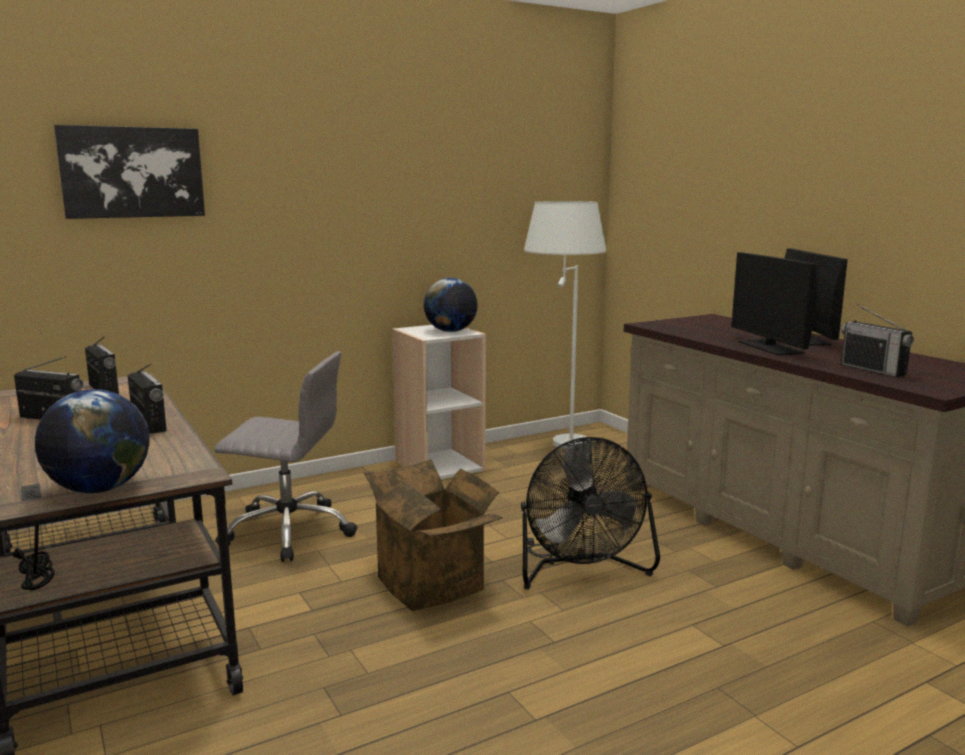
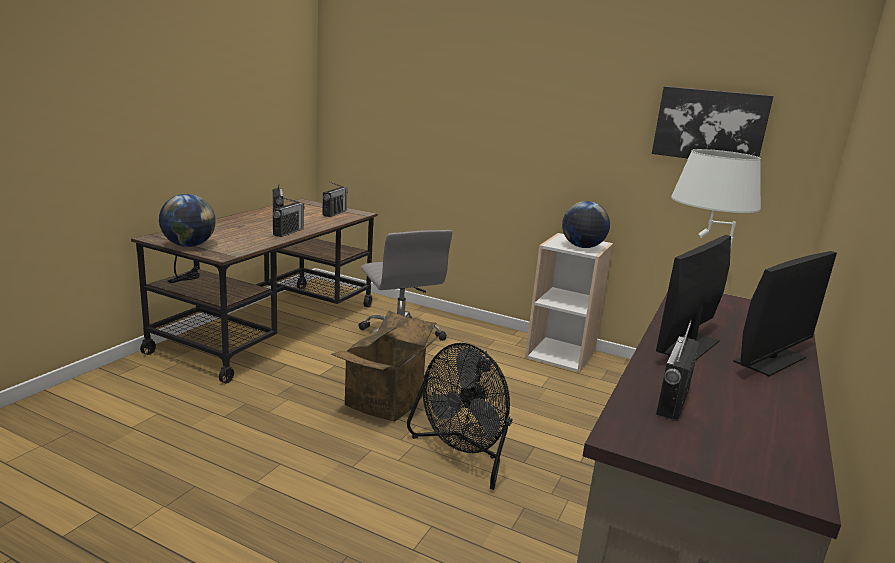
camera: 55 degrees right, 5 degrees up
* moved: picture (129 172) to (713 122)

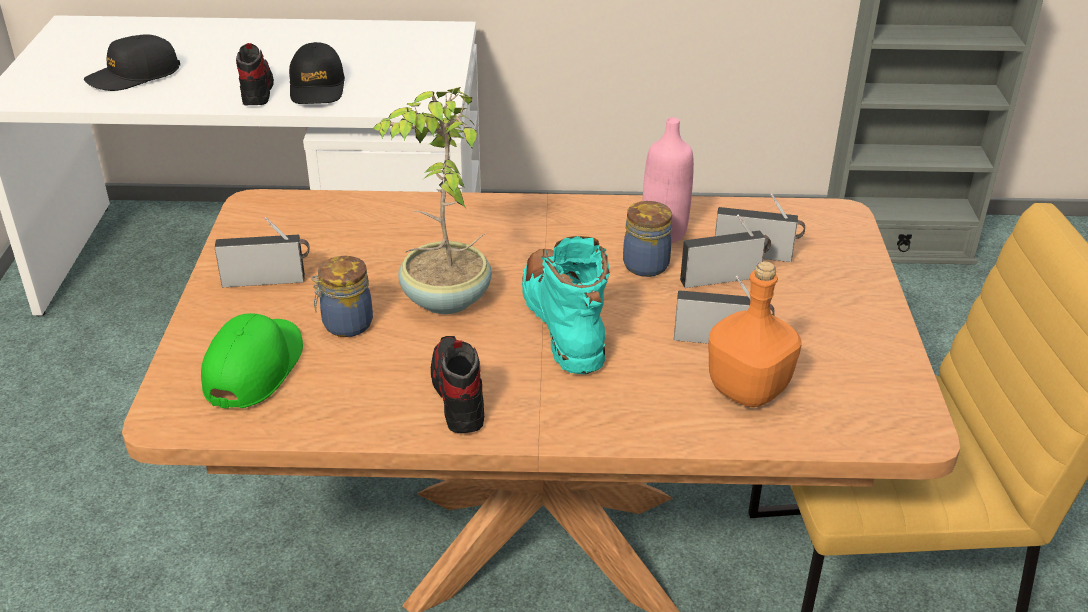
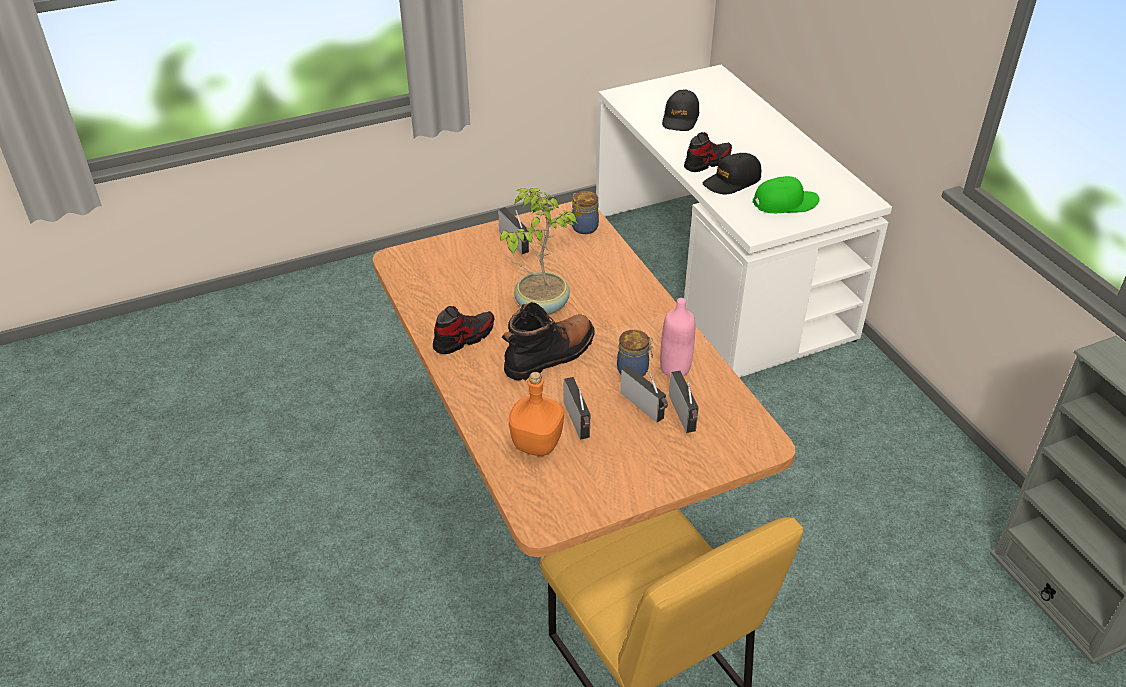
camera: 65 degrees right, 5 degrees up
* turned: black-coloured peaked cap (132 62) = (680 110) 105 degrees counterclockwise
* recoloured: blue-green tall boot (566 305) to black-coloured tall boot (548 341)
* moved: jar (342 296) to (585 212)
* moved: greenish peaked cap (252 361) to (786 194)

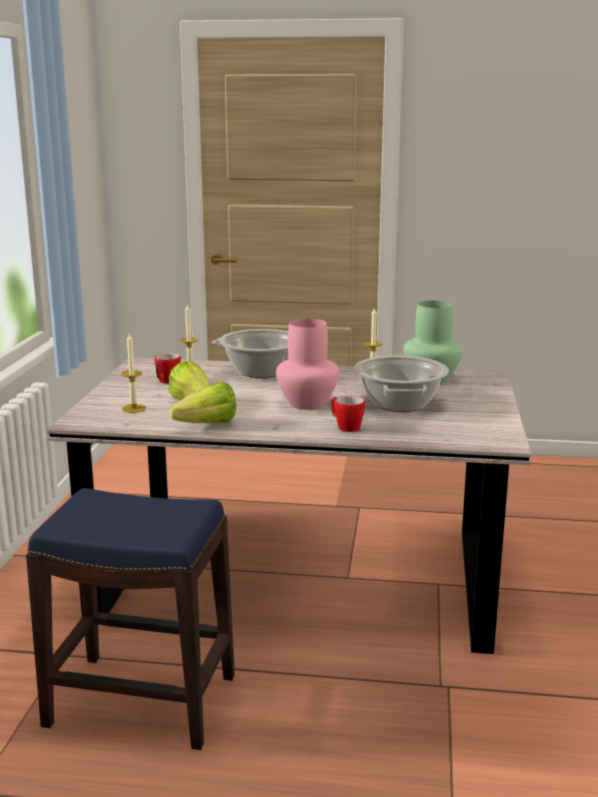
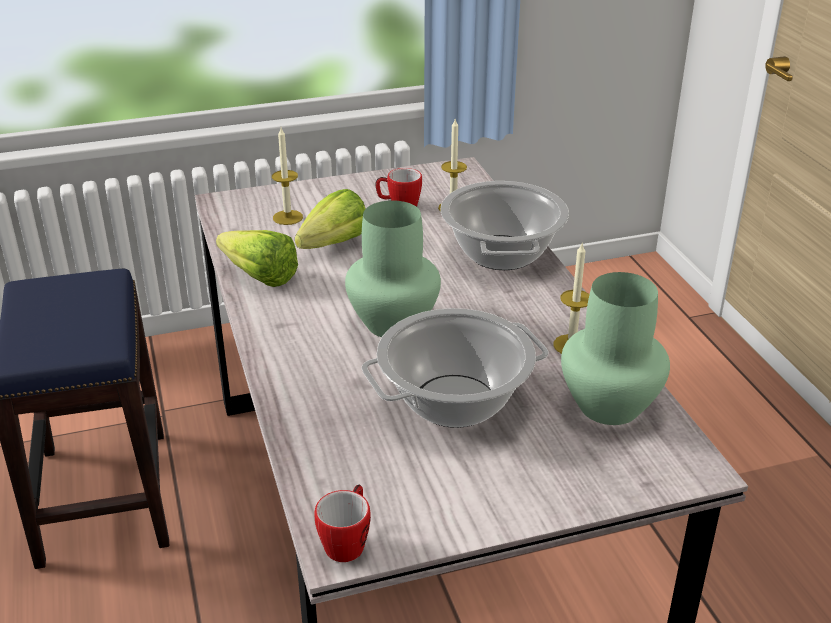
camera: 65 degrees right, 15 degrees up
* recoloured: pinkish vase (307 364) to greenish vase (393 268)
* moved: mug (348 414) to (342 523)

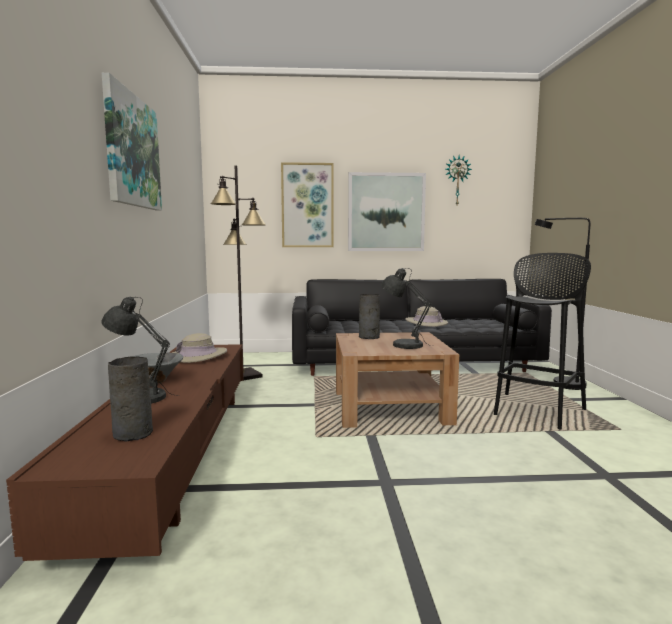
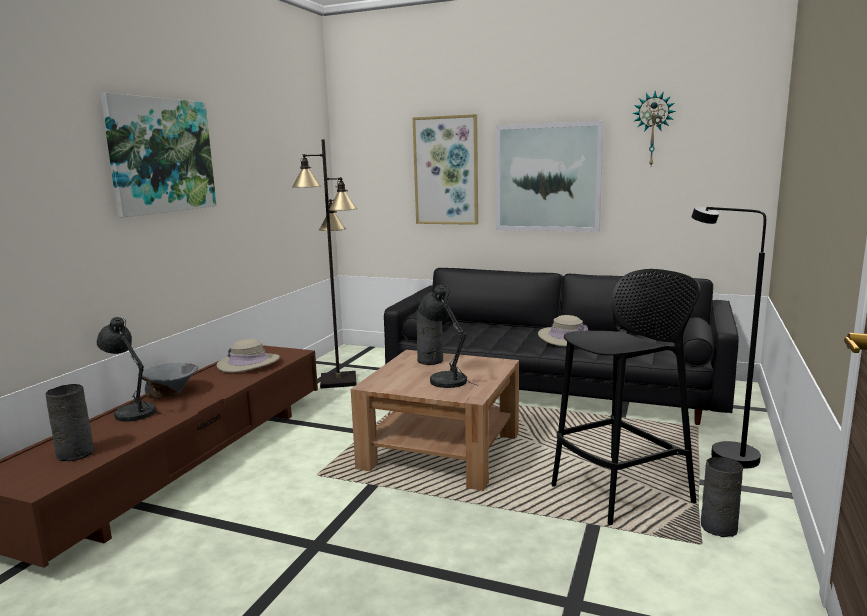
camera: 25 degrees right, 5 degrees up
* added: gray vase (722 497)

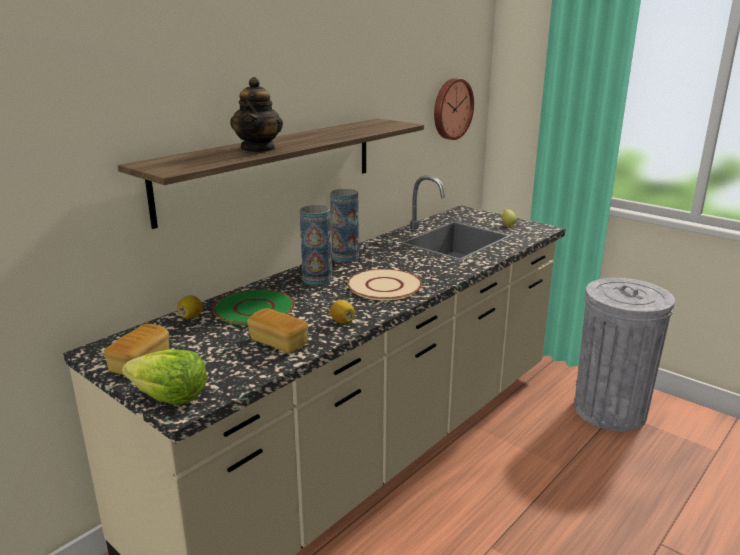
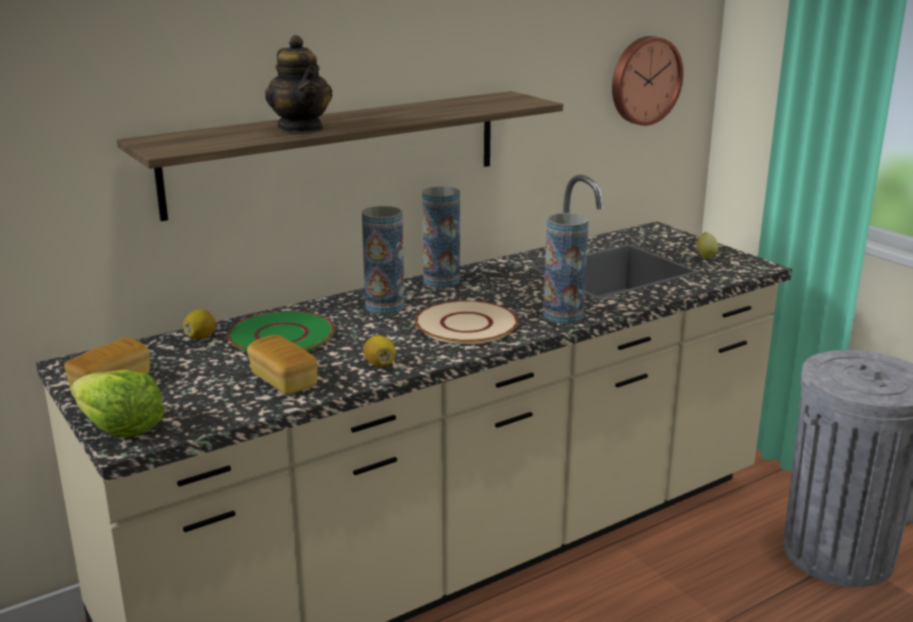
camera: 15 degrees right, 0 degrees up
* turned: teapot (256 114) = (298 83) 45 degrees counterclockwise
* added: vase (565 268)

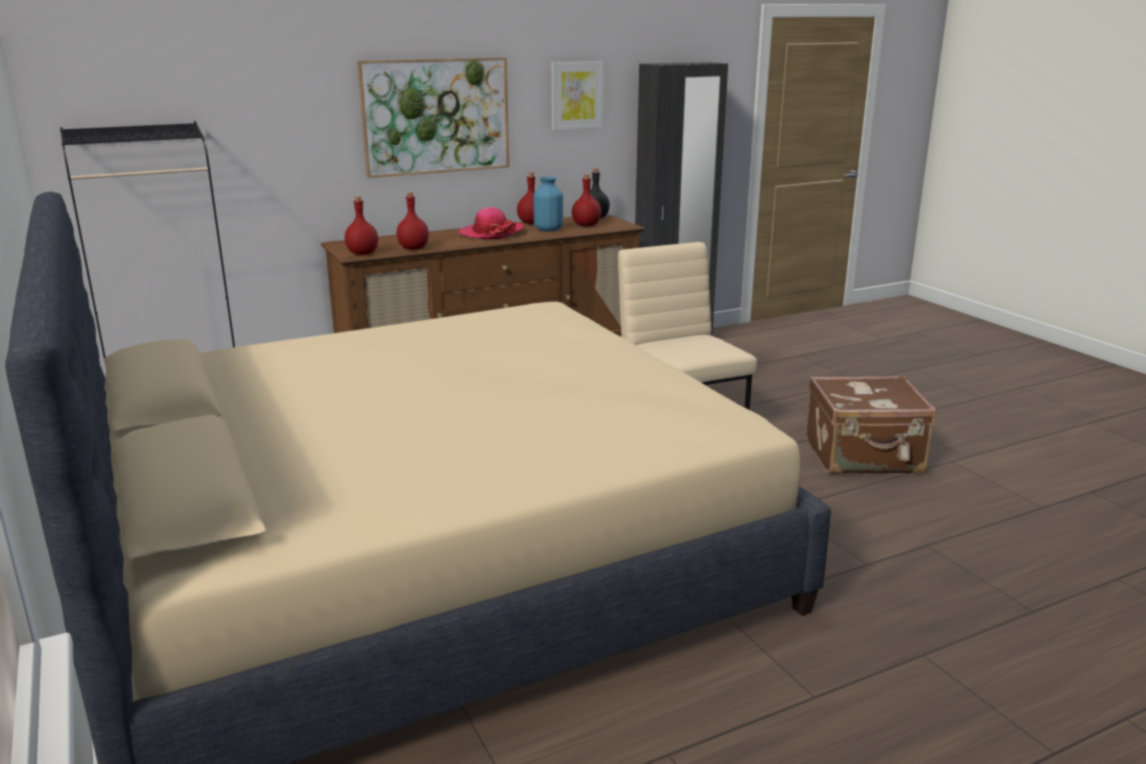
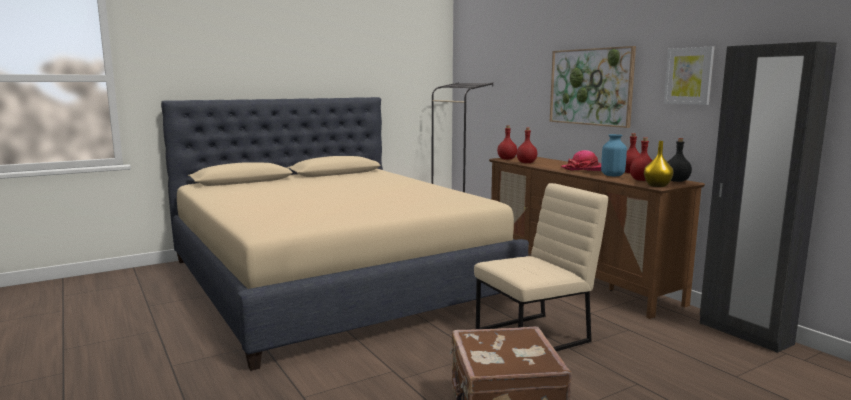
camera: 85 degrees right, 10 degrees down
* added: yellow vase (659 164)

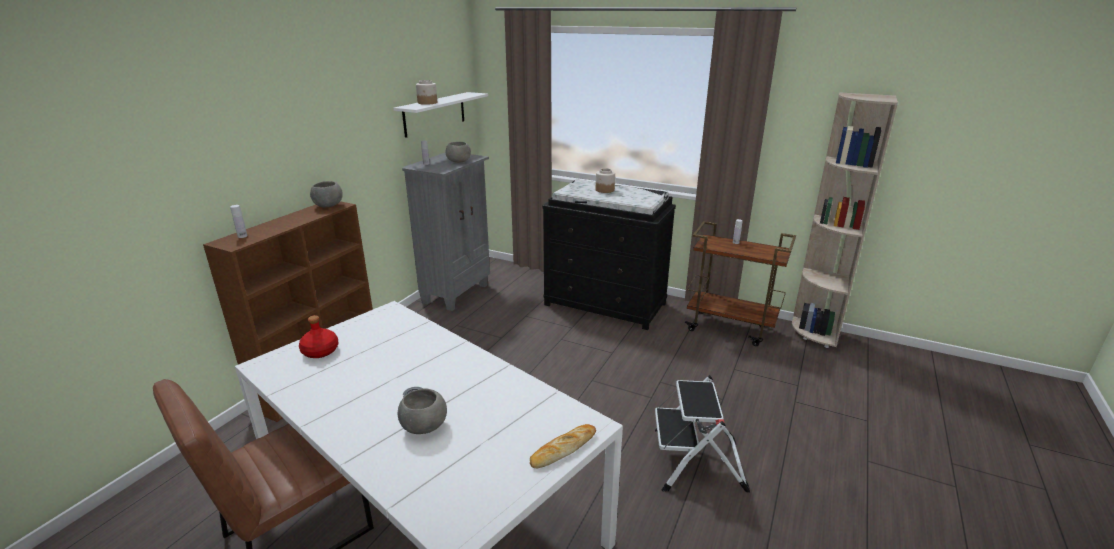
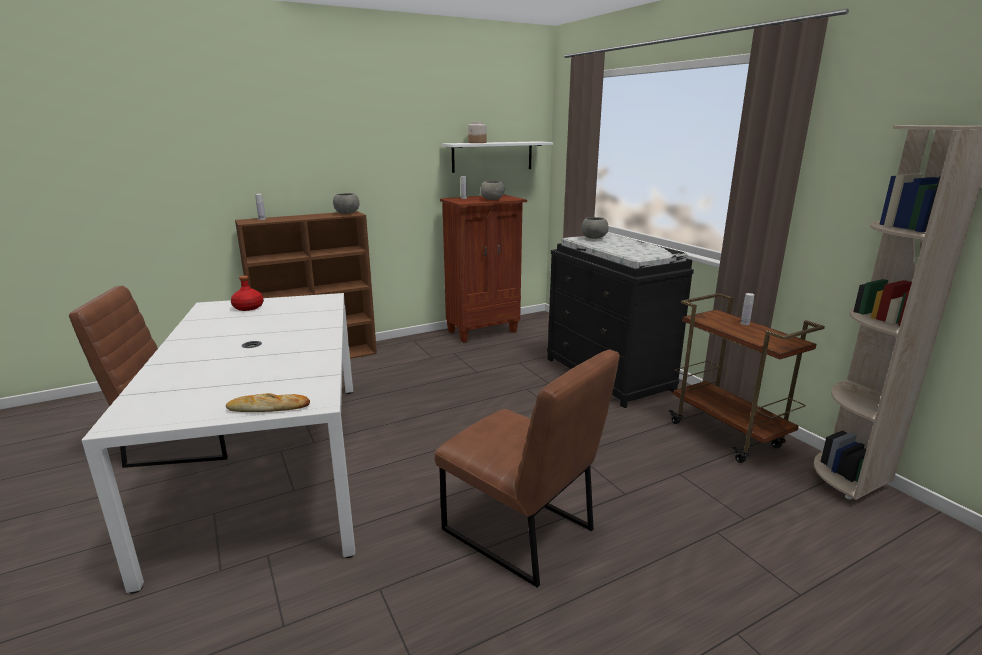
camera: 35 degrees right, 5 degrees down
* recoloured: gray storage cabinet (446 231) to brown storage cabinet (483 269)
* removed: jar (605 180)
* replaced: step stool (702 434) to brown chair (526 469)
* moved: gray serving bowl (422 411) to (595 228)

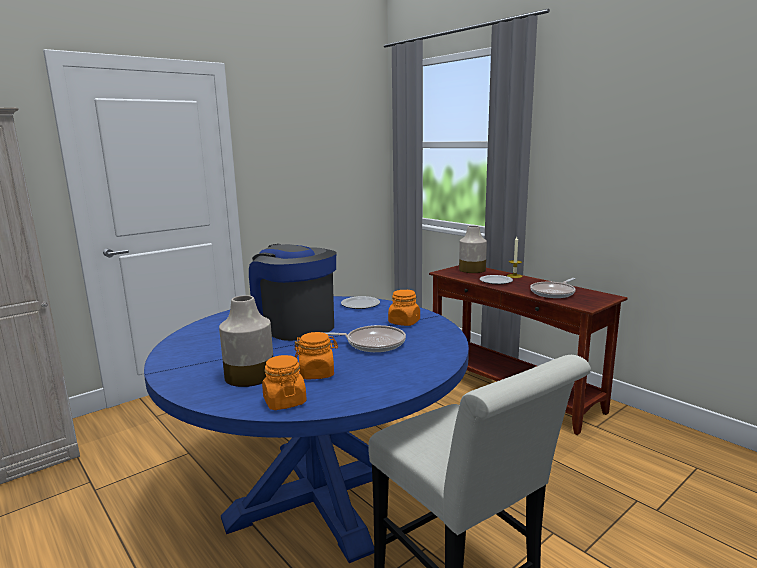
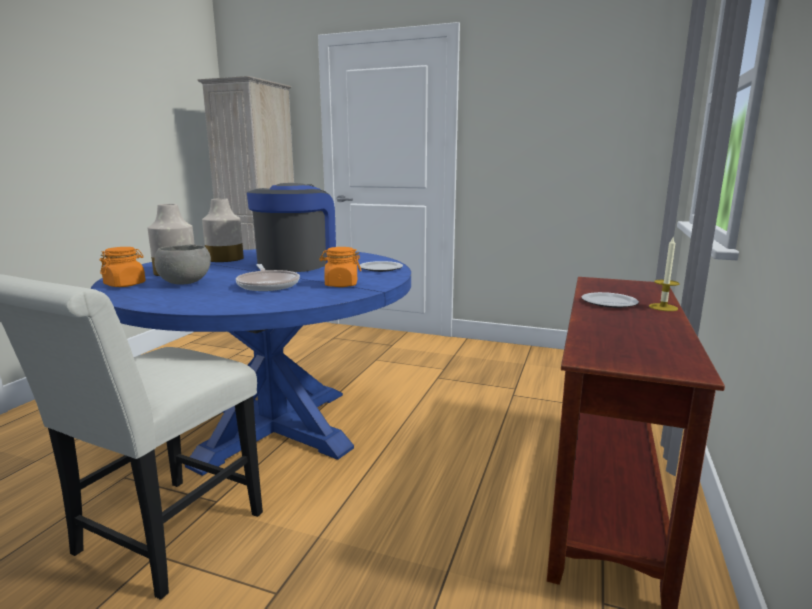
camera: 60 degrees right, 0 degrees up
* moved: beige vase (473 249) to (223 230)
* removed: skillet (553 288)
* replaced: orangey jar (316 355) to gray serving bowl (182 264)

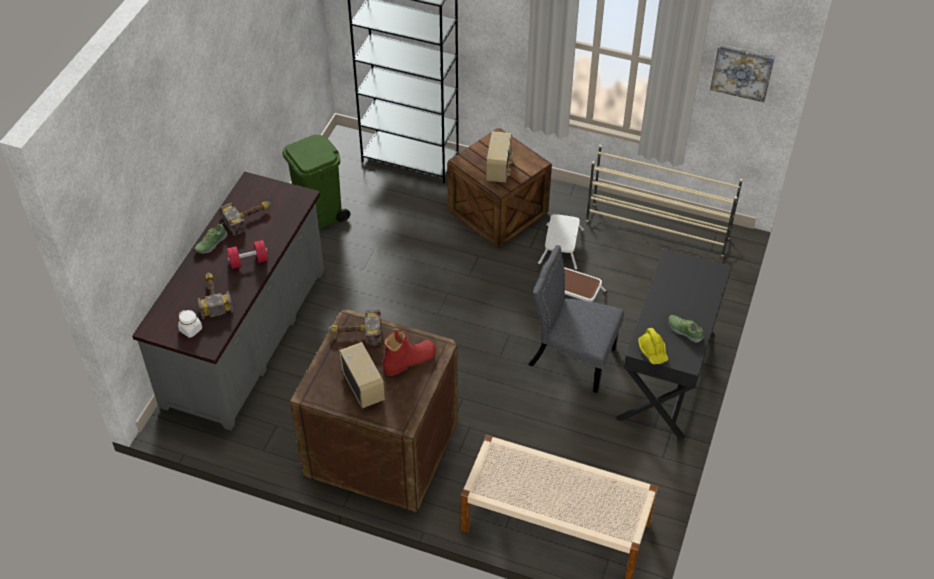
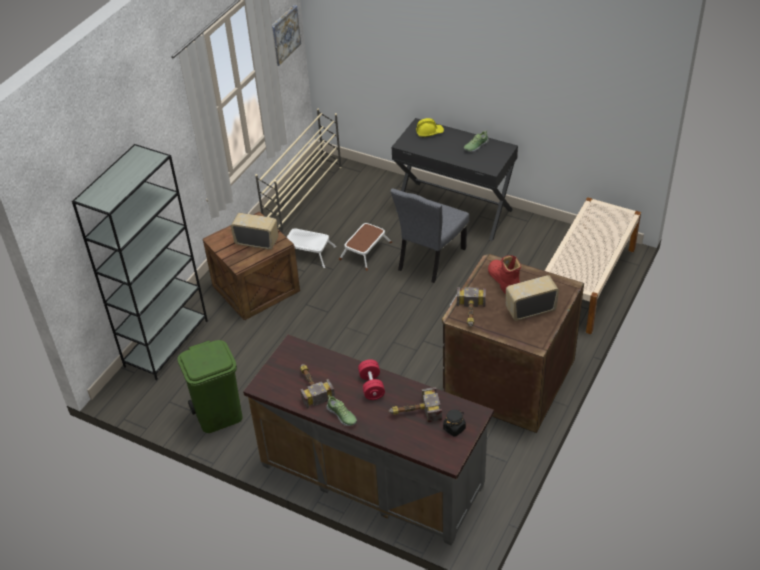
camera: 80 degrees left, 5 degrees down
* recoloured: white-coloured jar (190 324) to black-coloured jar (454 422)
* moved: yellow safety helmet (653 346) to (430 128)

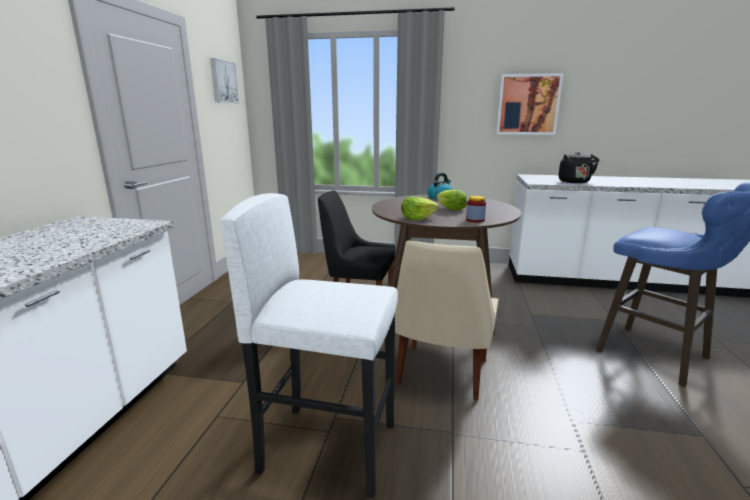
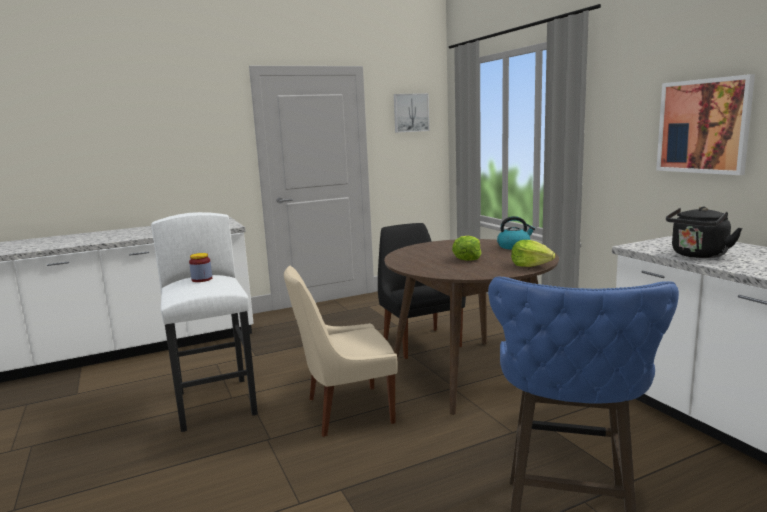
camera: 55 degrees right, 5 degrees down
* moved: head of lettuce (420 208) to (533 253)
* moved: jar (476 209) to (200 267)

